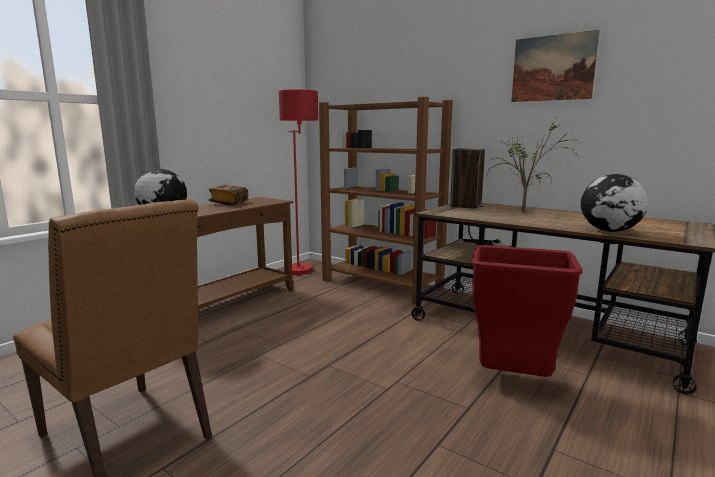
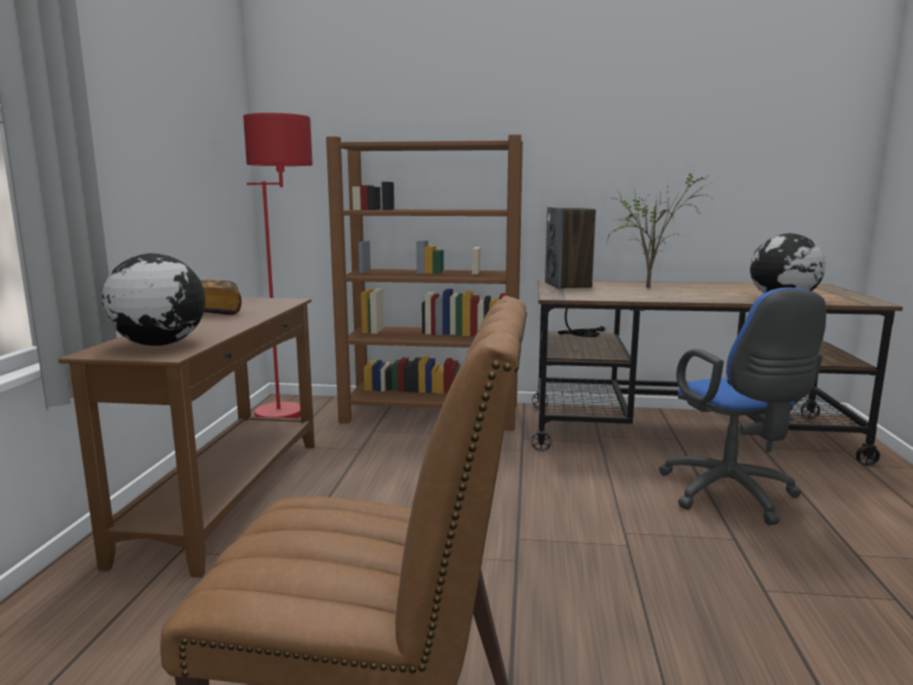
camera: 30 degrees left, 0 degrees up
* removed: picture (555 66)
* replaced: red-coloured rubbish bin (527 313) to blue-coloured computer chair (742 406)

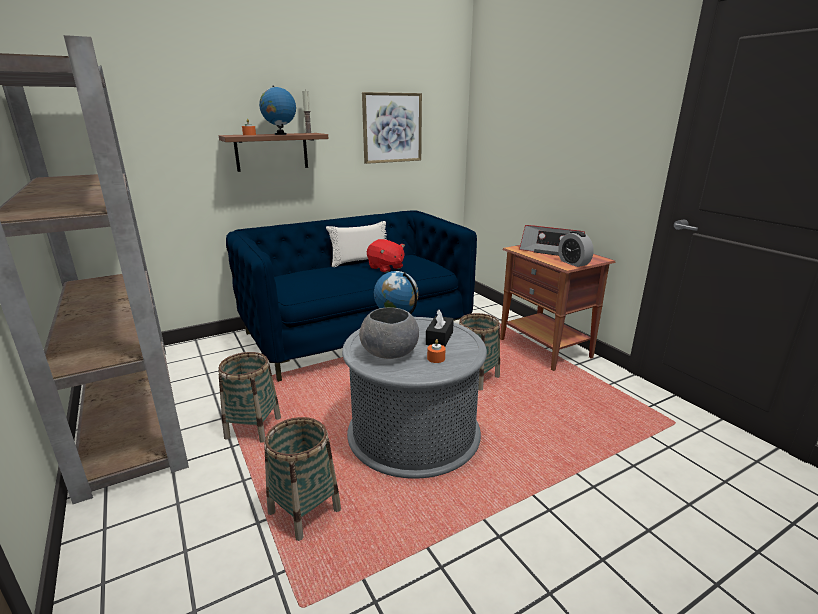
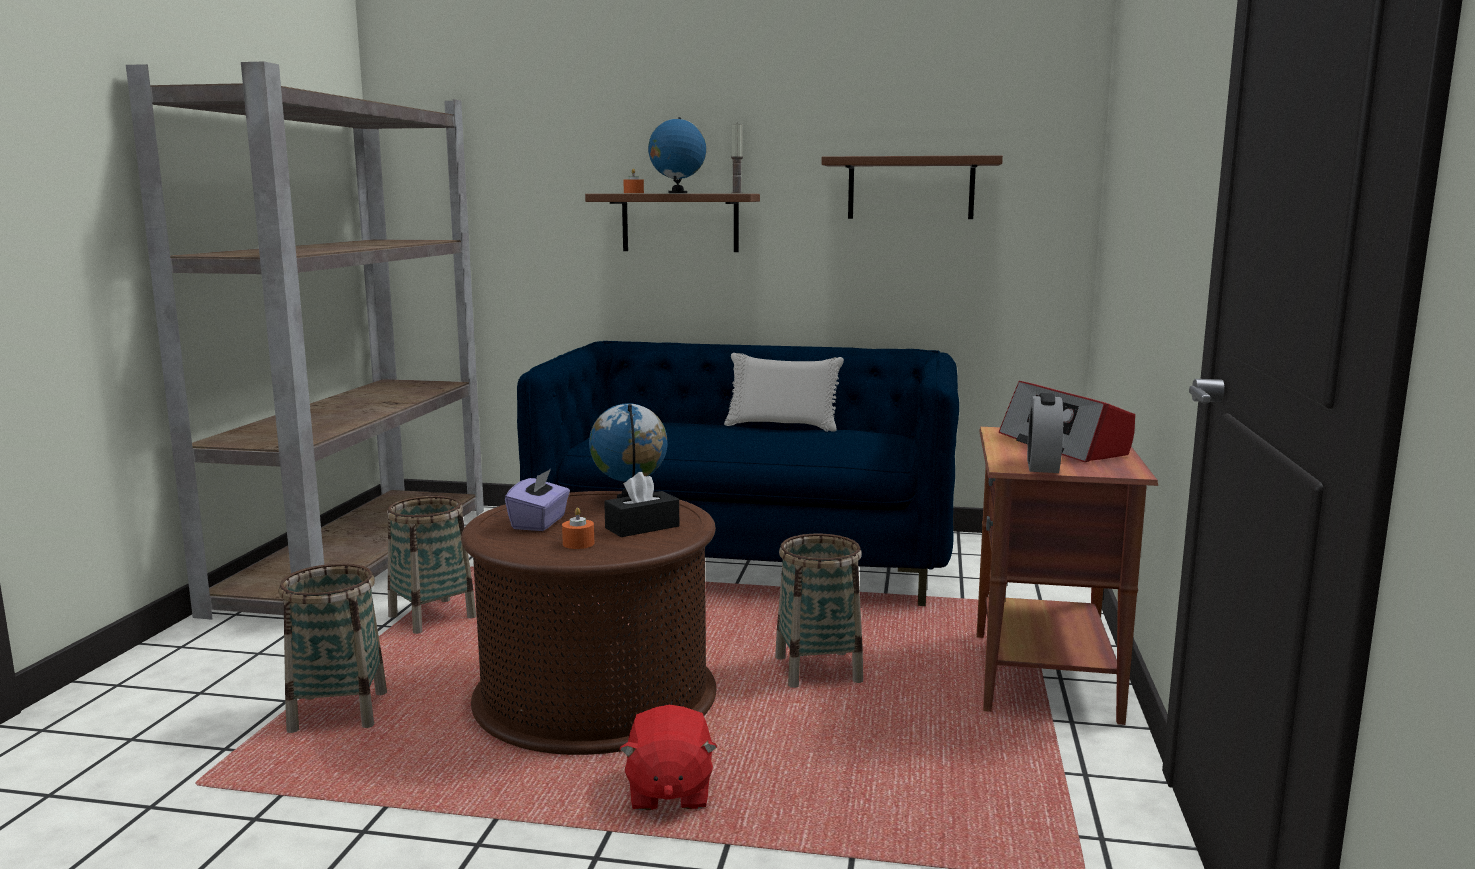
camera: 40 degrees right, 10 degrees down
* replaced: picture (392 128) to brown wall shelf (912 187)
* moved: red-coloured soft toy (386 256) to (668 757)
* replaced: gray serving bowl (389 333) to purplish box of tissues (537 500)
* recoloured: gray low table (414 398) to brown low table (588 623)

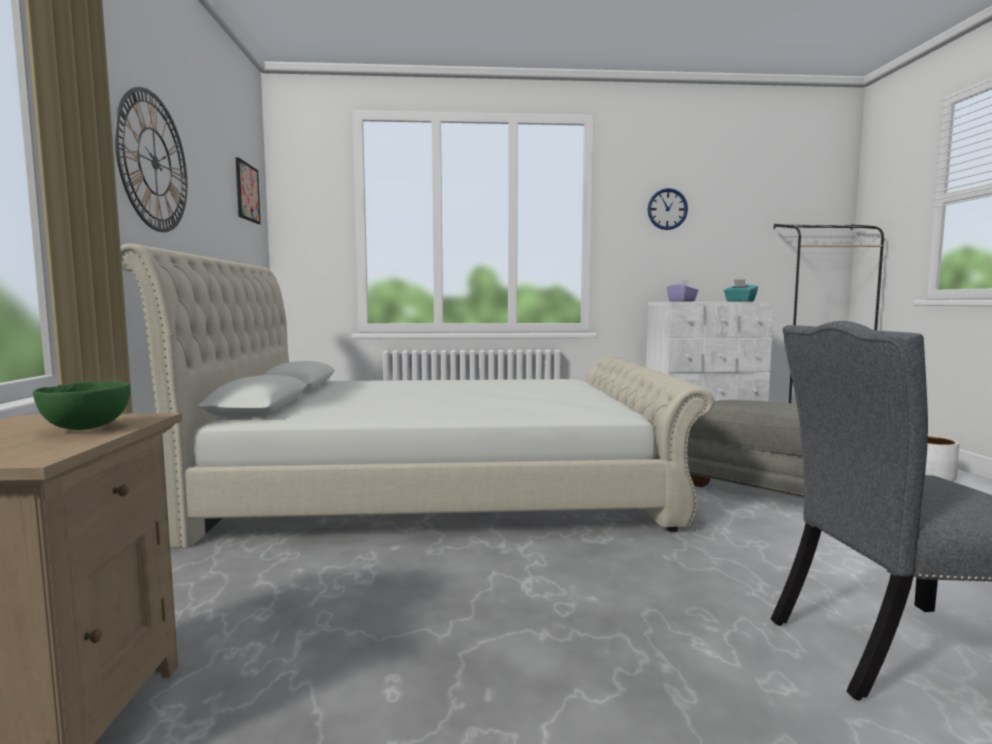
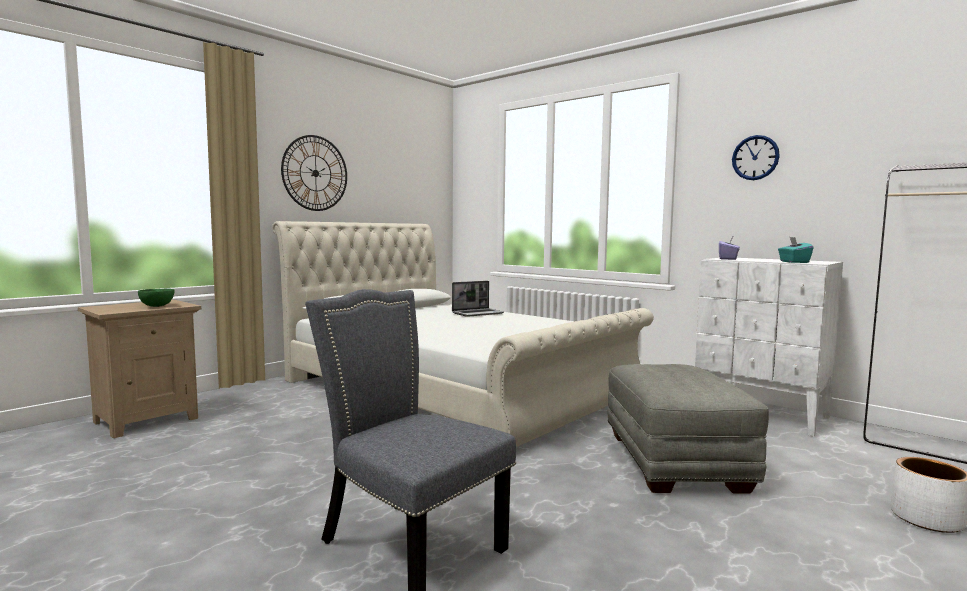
camera: 45 degrees right, 0 degrees up
* removed: picture (248 190)
* added: portable computer (478 299)

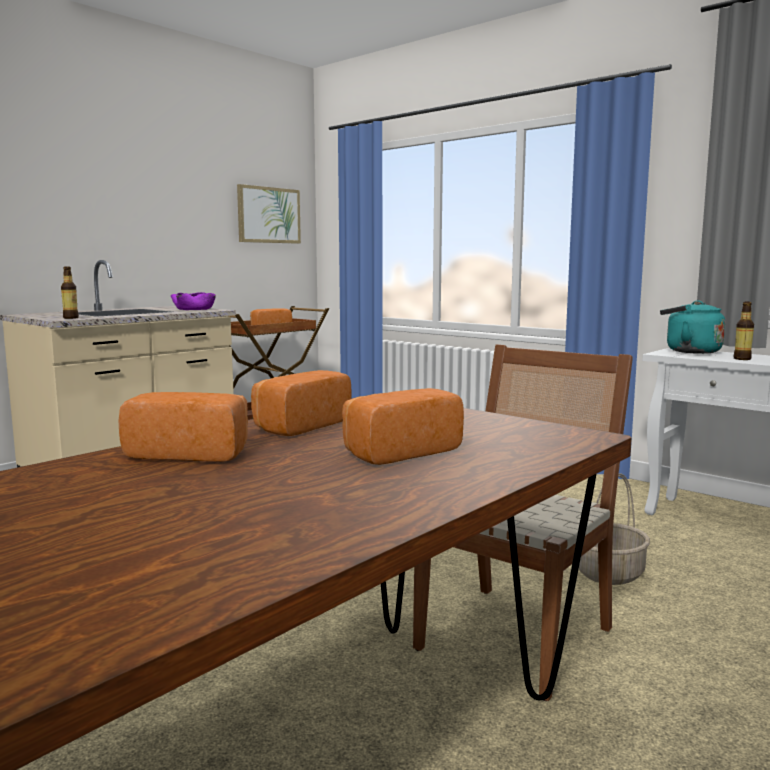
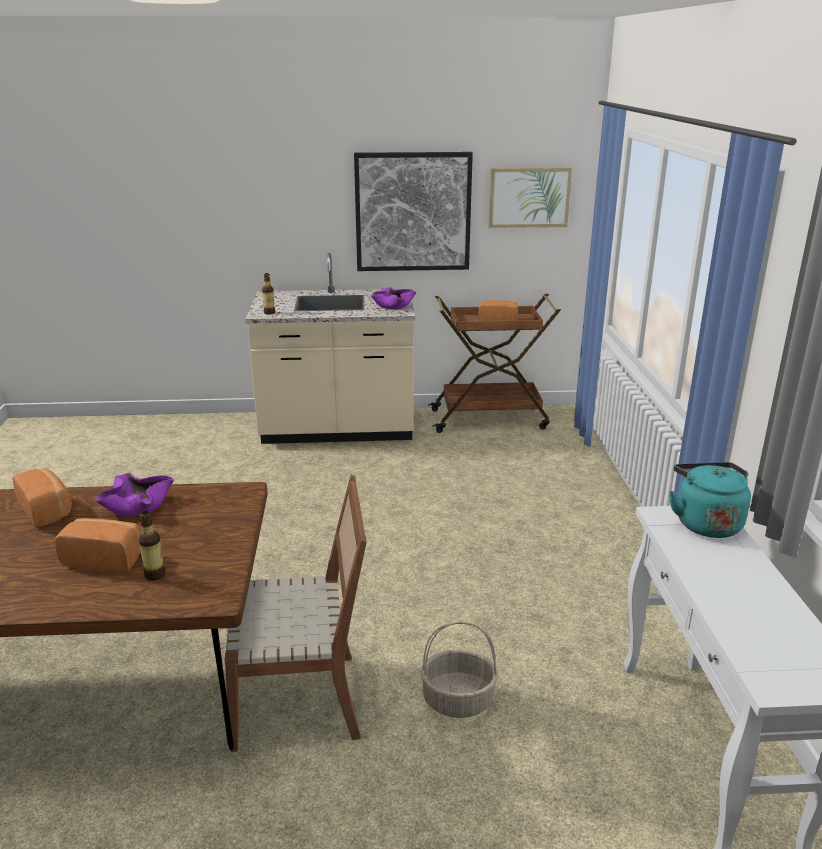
camera: 45 degrees right, 15 degrees up
* moved: beverage bottle (743 331) to (152 546)
* replaced: bakery bread (301 403) to purplish serving bowl (135 495)
* added: picture (413 211)

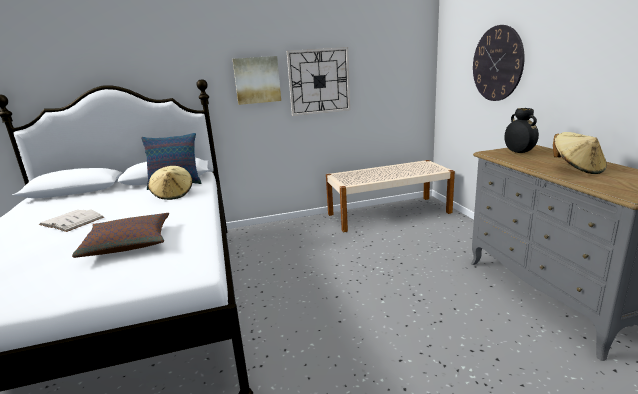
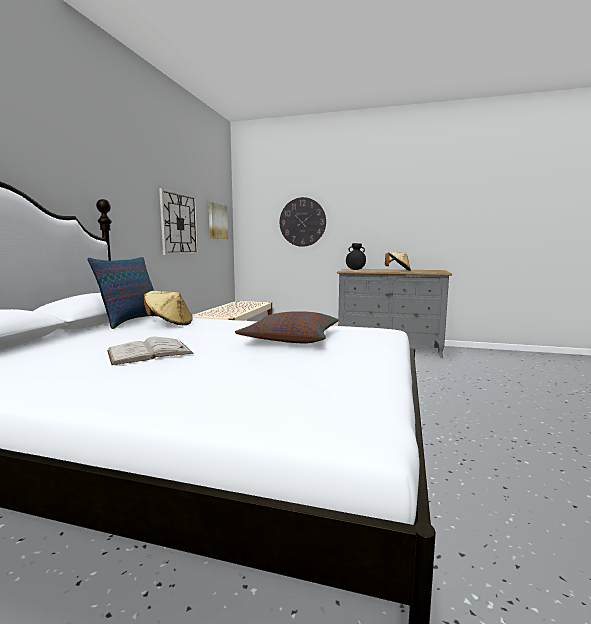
camera: 60 degrees left, 10 degrees down
* moved: picture (257 80) to (218 220)

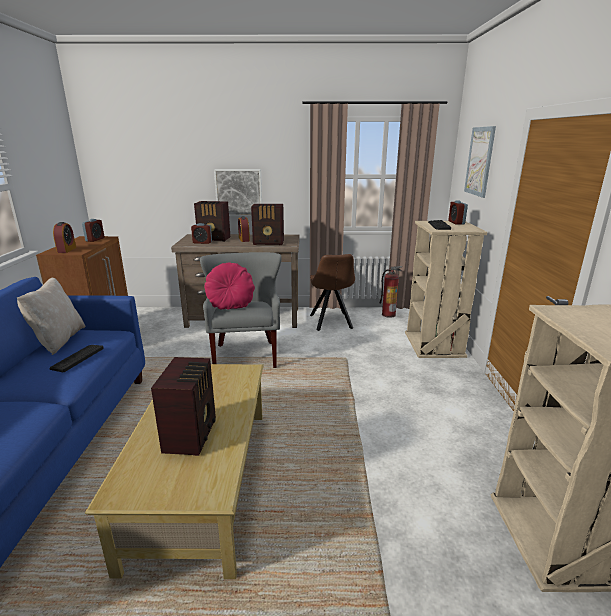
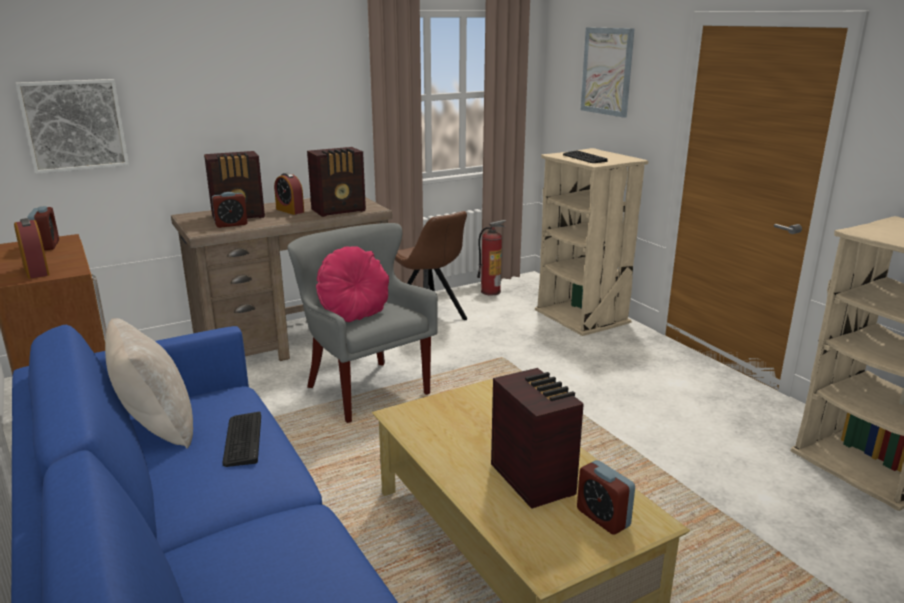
camera: 30 degrees left, 0 degrees up
* moved: picture (238 193) to (72 126)
* moved: bedside clock (458 212) to (606 497)

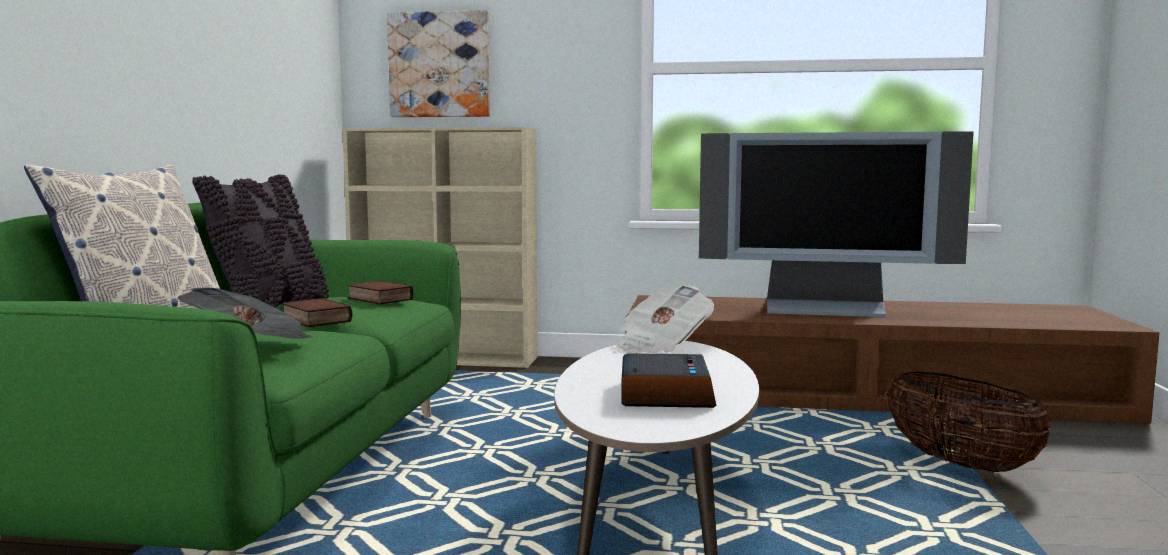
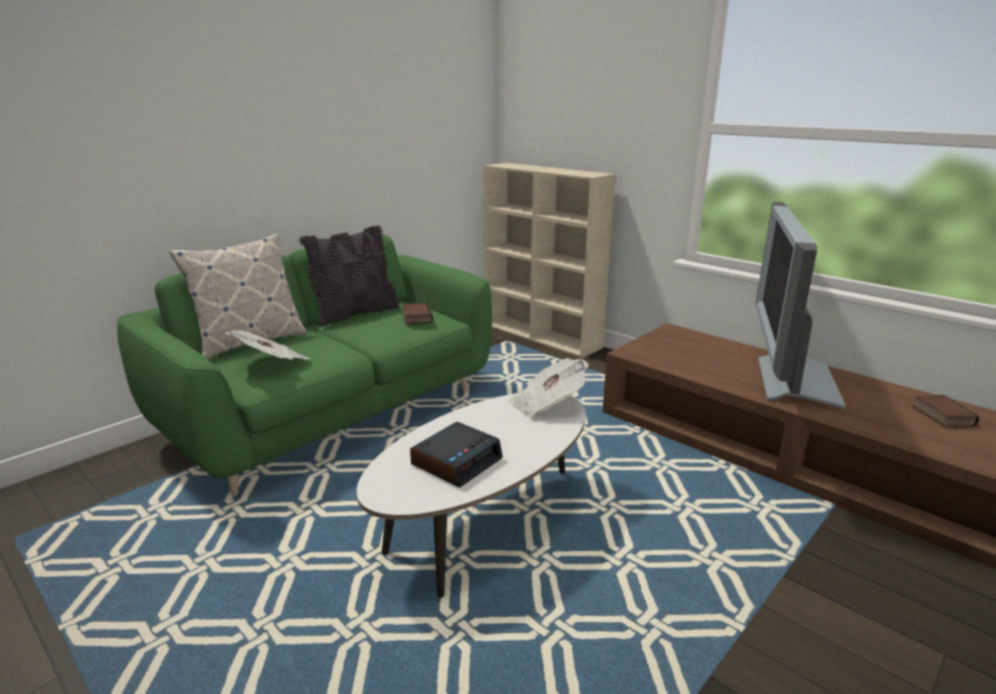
camera: 35 degrees right, 15 degrees up
* removed: picture (438 63)
* turned: TV (836 224) = (801 305) 60 degrees clockwise
* moved: book (317 312) to (945 411)
* removed: basket (968 421)

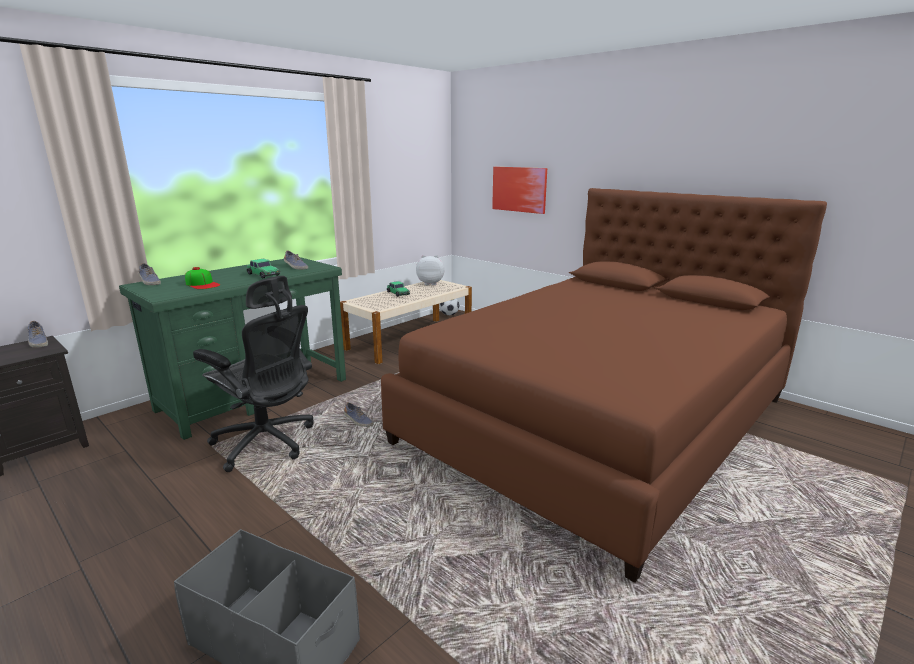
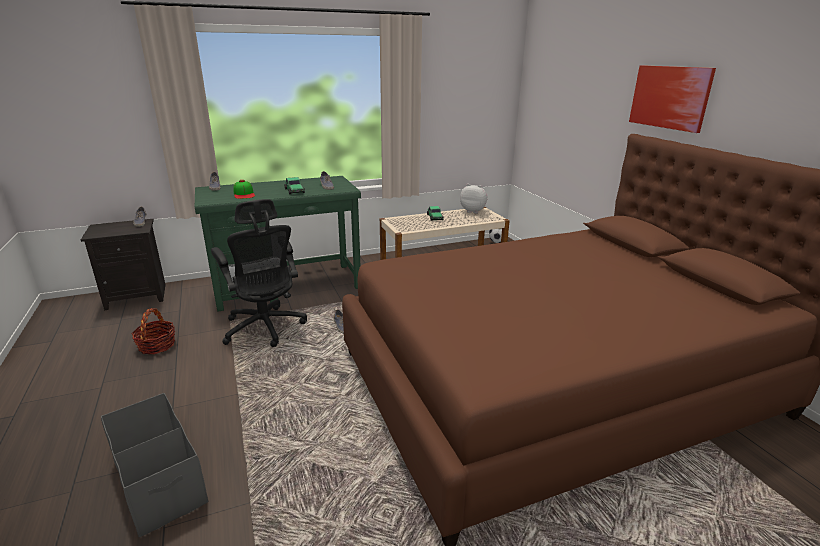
camera: 25 degrees right, 5 degrees up
* moved: picture (519 190) to (672 99)
* added: basket (153 331)

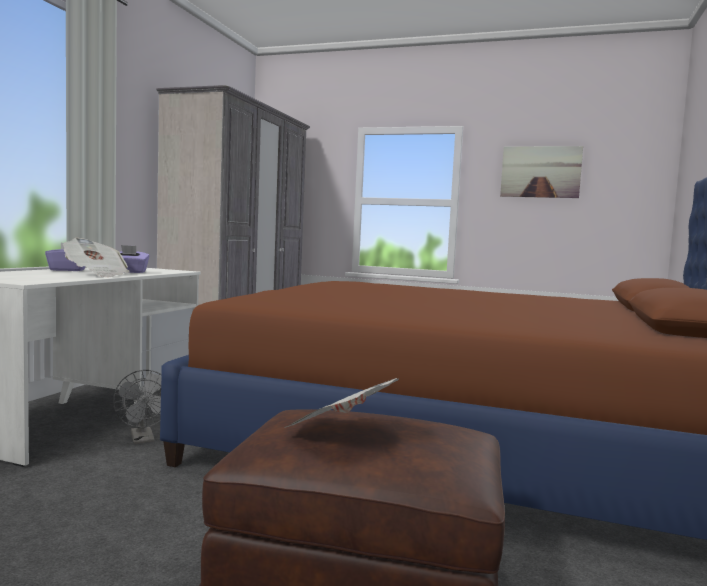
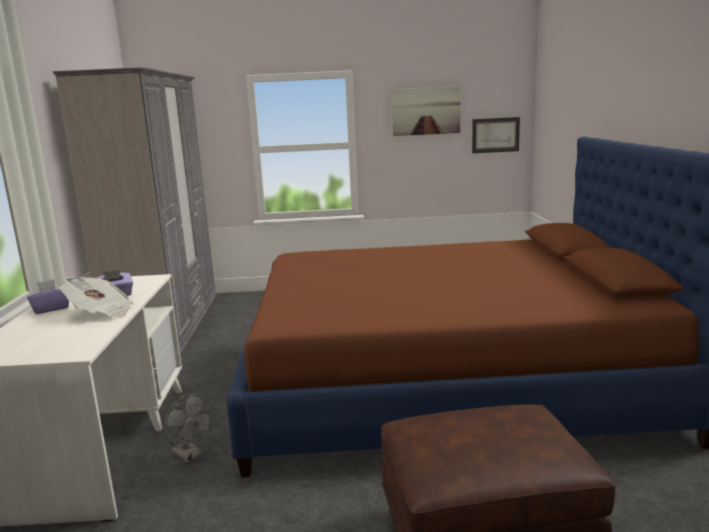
camera: 20 degrees left, 10 degrees up
* removed: printed paper (341 403)
* added: picture (496 135)

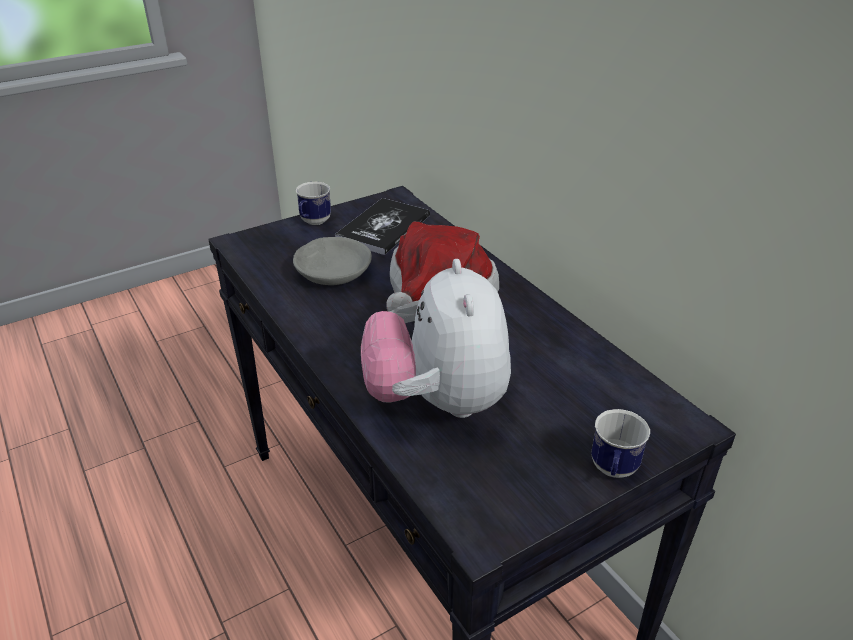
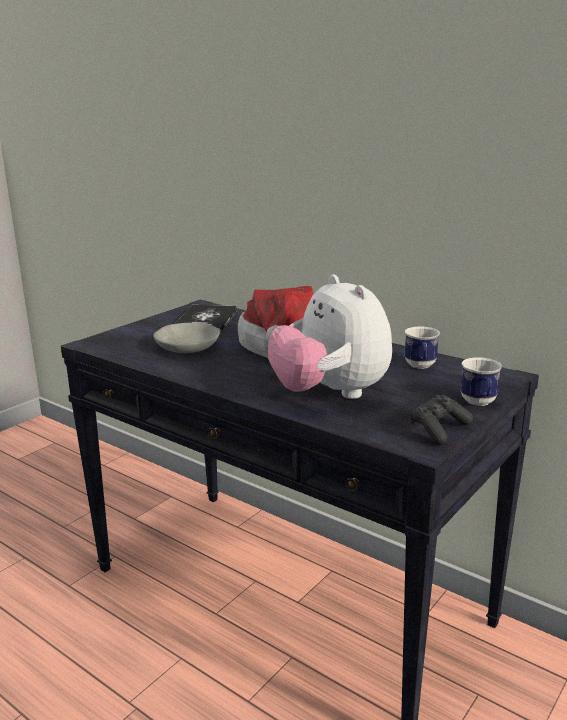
camera: 20 degrees left, 15 degrees down
* moved: mug (313 203) to (422 348)
* added: black-coloured game controller (442 420)

